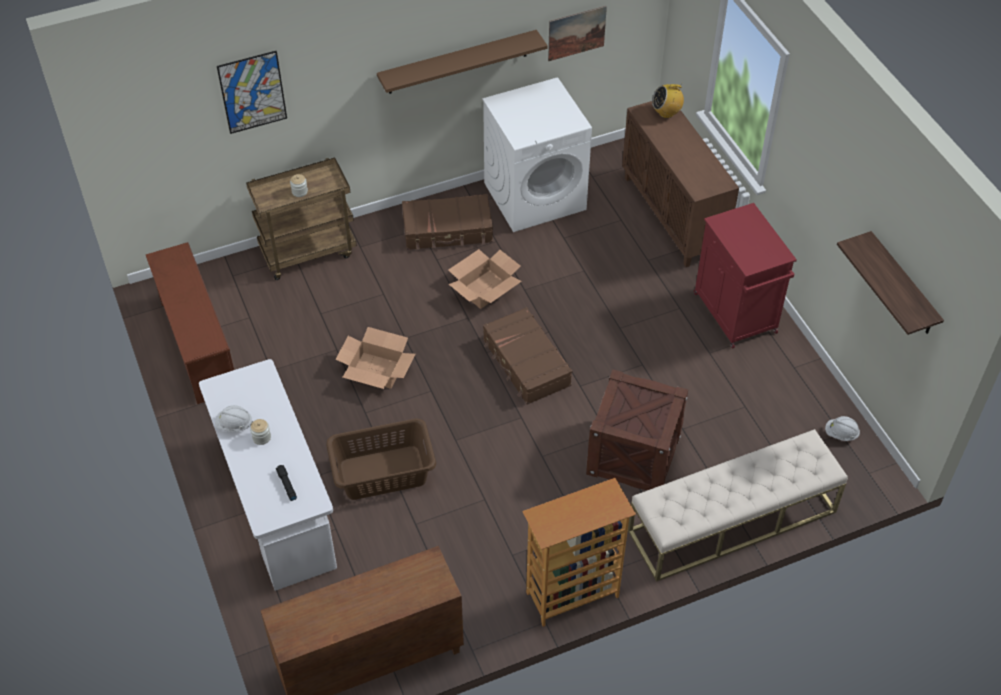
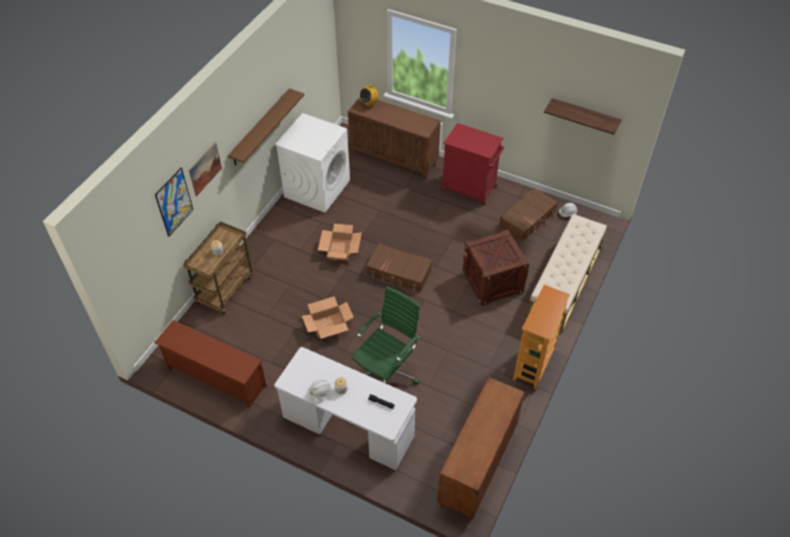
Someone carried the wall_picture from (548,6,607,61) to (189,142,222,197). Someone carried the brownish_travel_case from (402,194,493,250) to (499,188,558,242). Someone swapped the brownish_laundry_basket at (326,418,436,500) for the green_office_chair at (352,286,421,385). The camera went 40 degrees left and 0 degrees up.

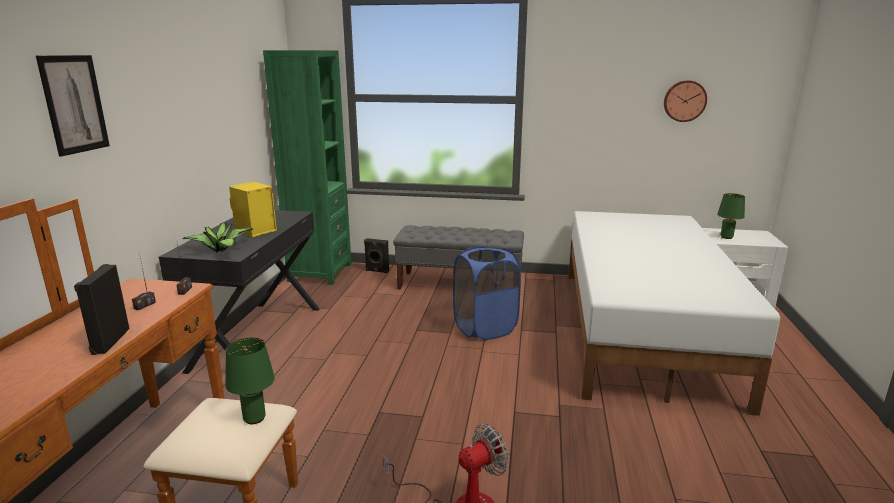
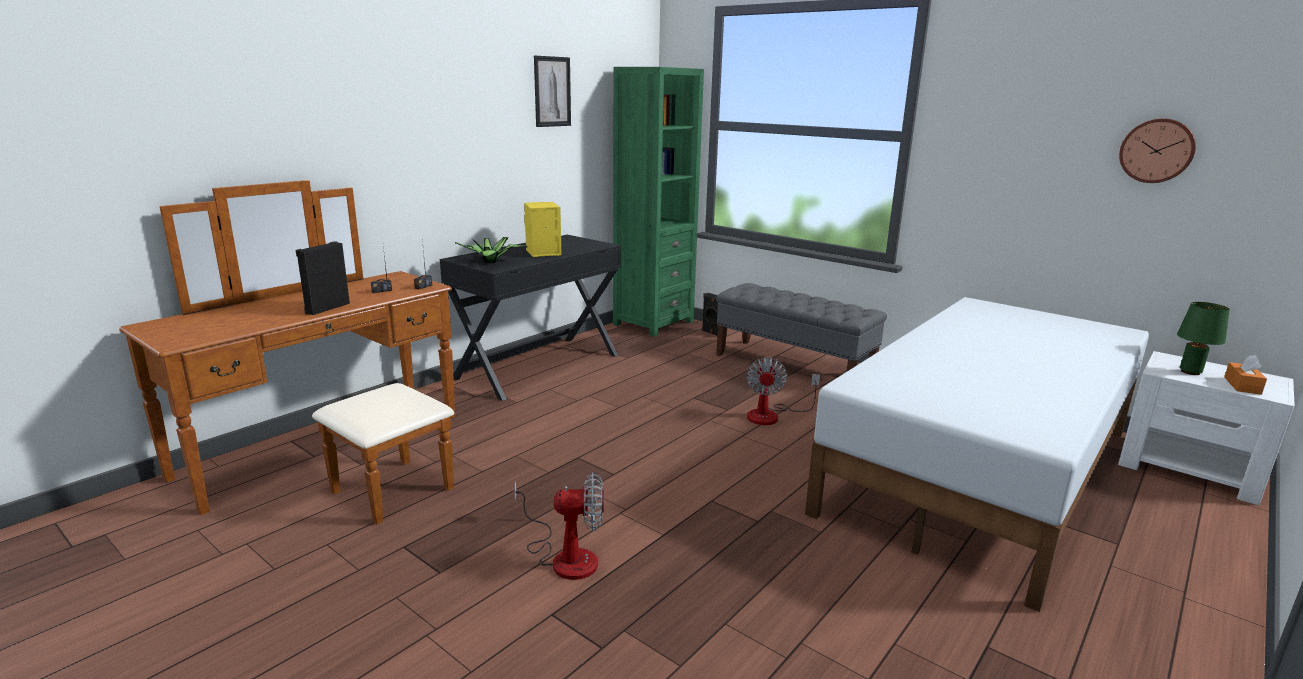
Someone carried the wall_picture from (36,55,110,157) to (534,56,571,127). Someone swapped the blue-coloured_laundry_basket at (453,246,521,340) for the fan at (746,357,820,425). Someone took away the green_tabletop_lamp at (226,338,275,424). Someone put down the orange_tissue_box at (1224,355,1267,395). The camera went 30 degrees right and 0 degrees up.

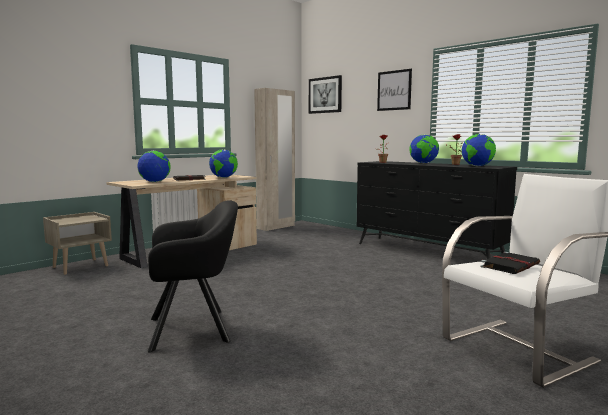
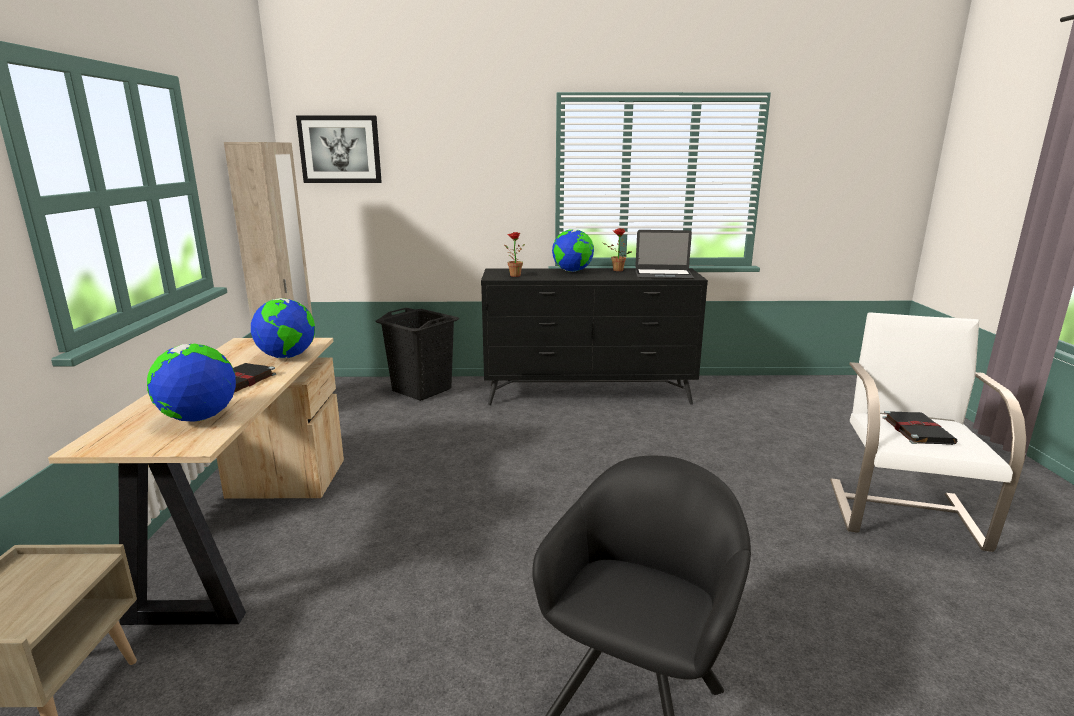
Someone took away the wall_picture at (377,69,412,111). Someone swapped the desk_globe at (462,134,496,167) for the portable_computer at (635,230,694,279). Someone put down the black_laundry_basket at (376,308,459,401). The camera went 45 degrees left and 10 degrees up.

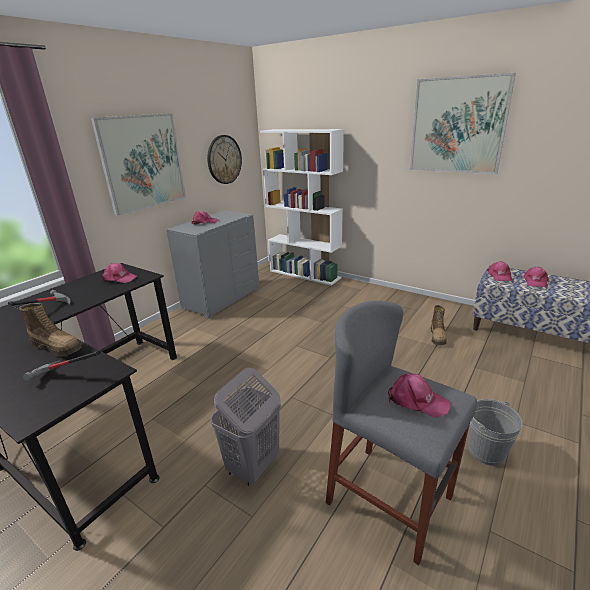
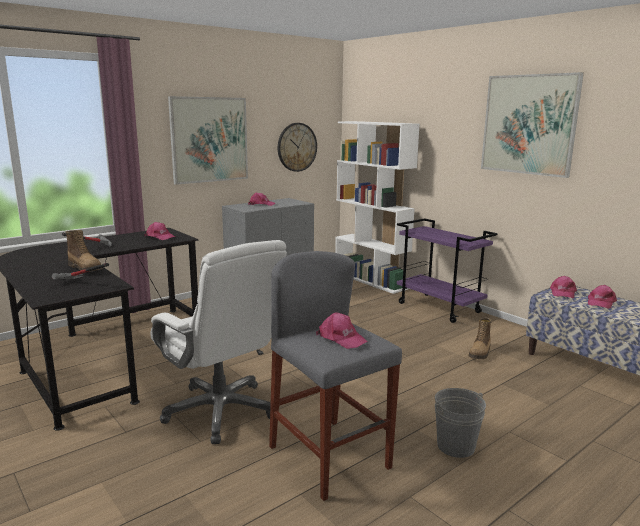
Someone swapped the greyish_laundry_basket at (210,368,281,486) for the white-coloured_office_chair at (151,240,287,444). Someone put down the purple-coloured_wheeled_cart at (397,218,497,323). The camera went 15 degrees right and 10 degrees down.

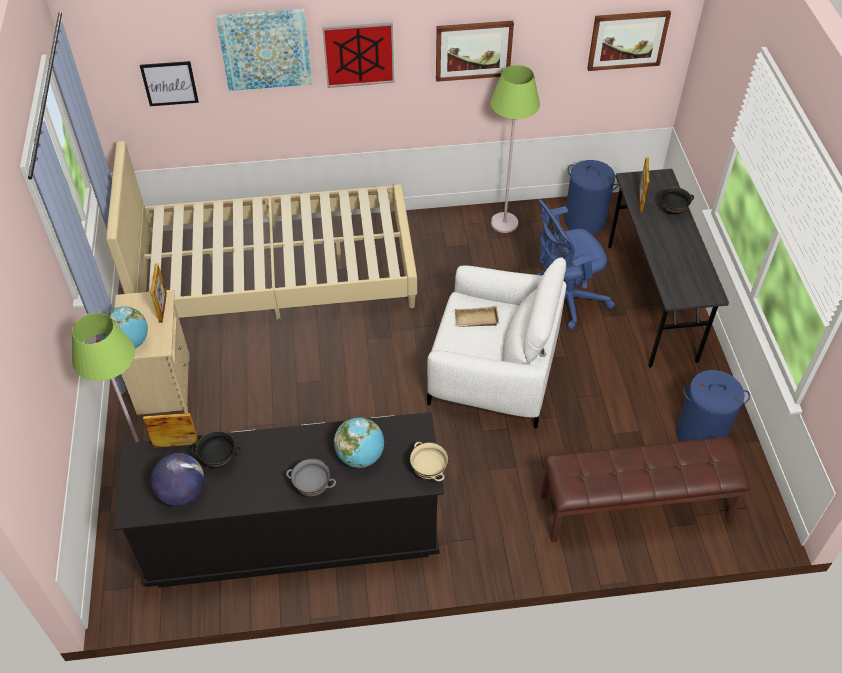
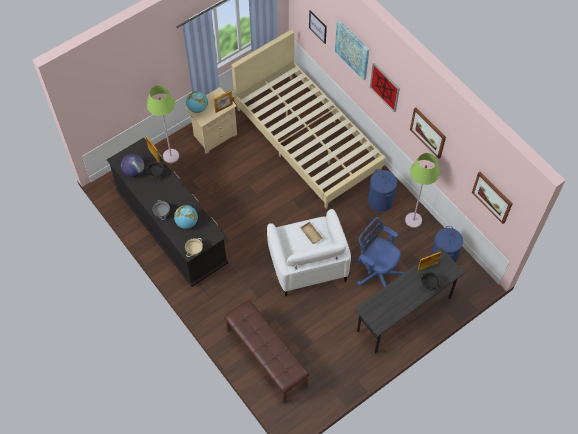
Someone carried the blue-coloured_laundry_basket from (676,370,750,441) to (368,169,397,212). The camera went 60 degrees right and 10 degrees up.

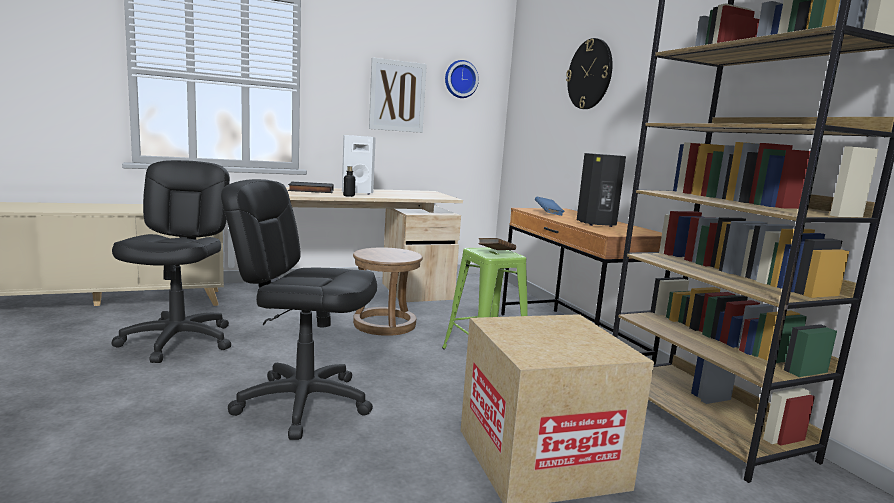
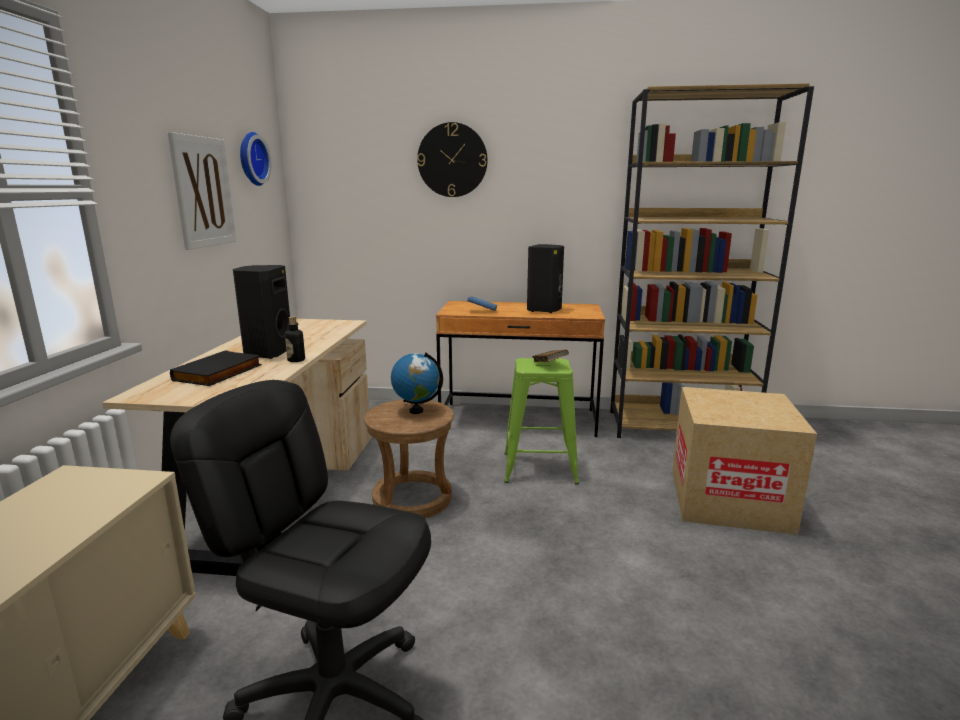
Someone repainted the white-coloured_speaker at (342,135,376,194), which became the black_speaker at (233,265,290,359). Someone took away the black_office_chair at (221,179,377,440). Someone put down the desk_globe at (391,352,443,414). The camera went 60 degrees left and 5 degrees up.

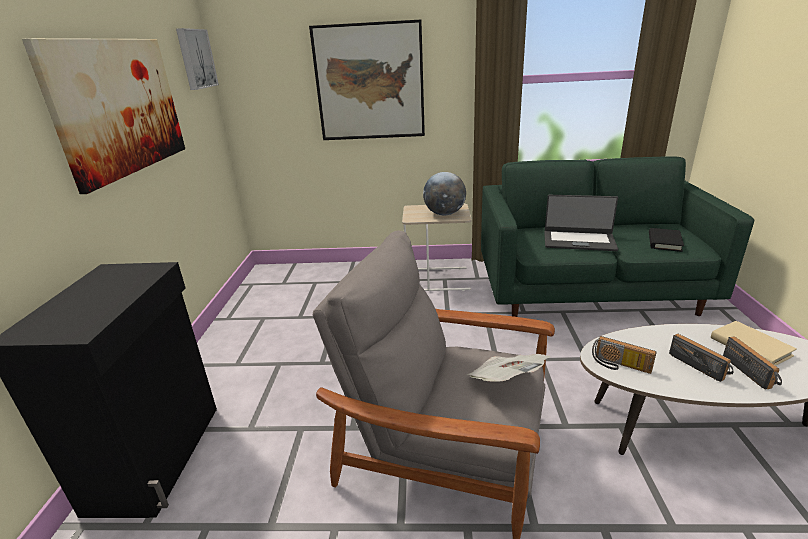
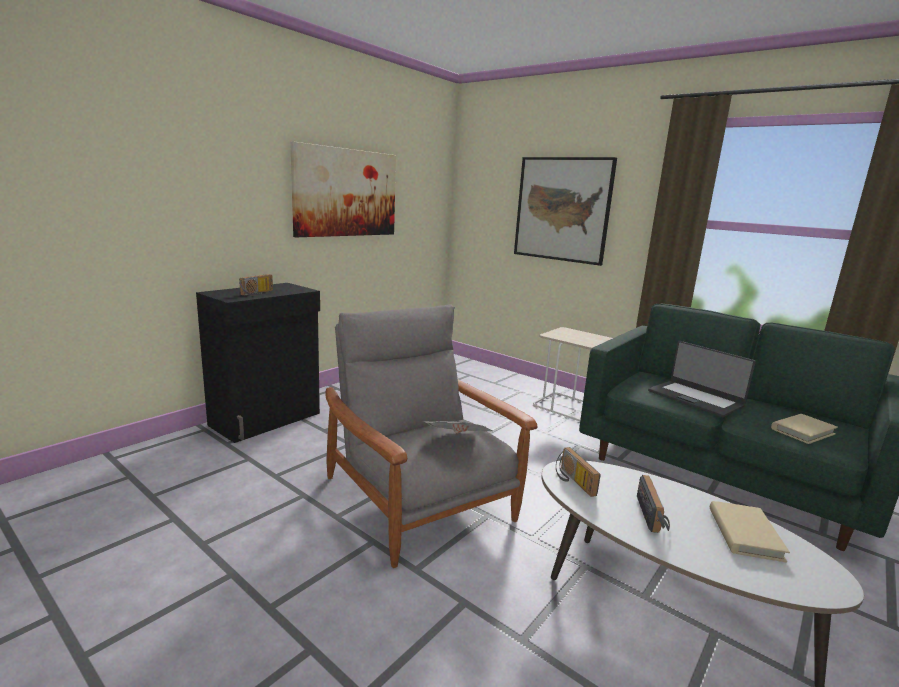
Someone took away the wall_picture at (176,28,219,90). Someone took away the desk_globe at (423,172,466,215). Someone repainted the black_book at (649,228,684,252), which became the beige-coloured_book at (771,414,838,444). Someone carried the radio_receiver from (723,336,782,390) to (239,274,273,296). The camera went 35 degrees right and 10 degrees down.

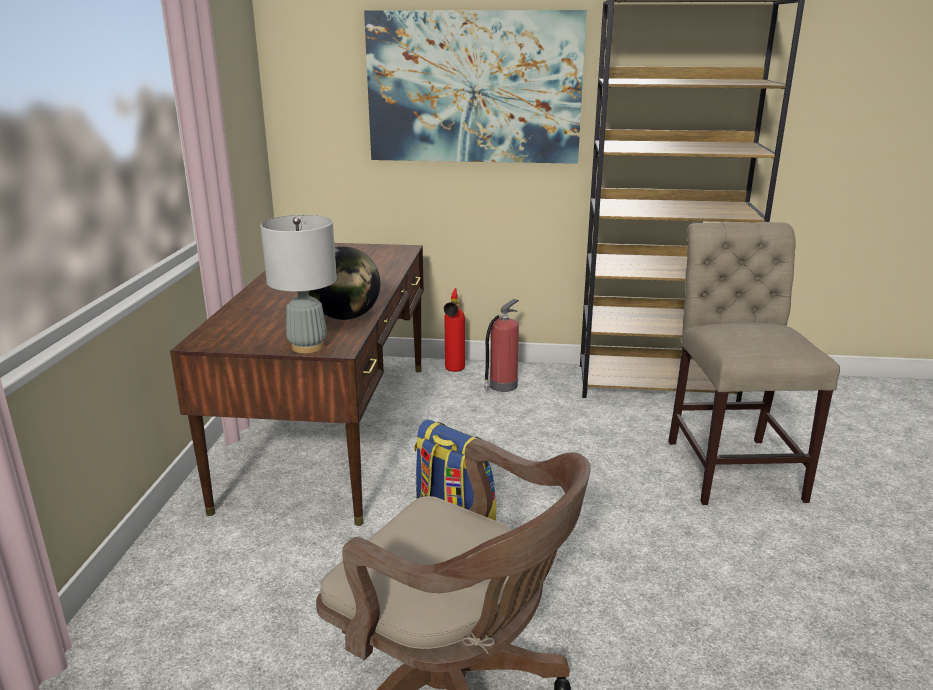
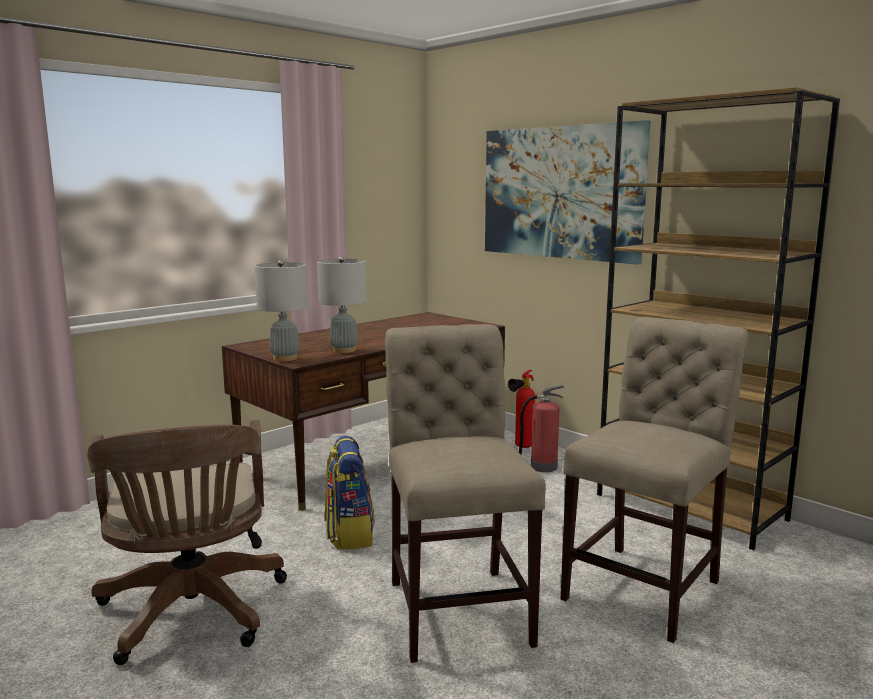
Someone swapped the desk_globe at (309,247,380,320) for the greyish_tabletop_lamp at (317,257,366,353). Someone put down the beige-coloured_plain_chair at (385,324,546,663). The camera went 40 degrees right and 10 degrees down.

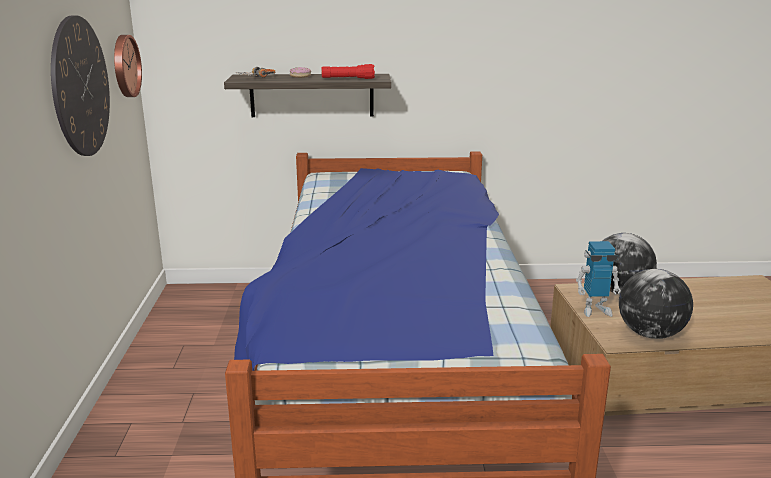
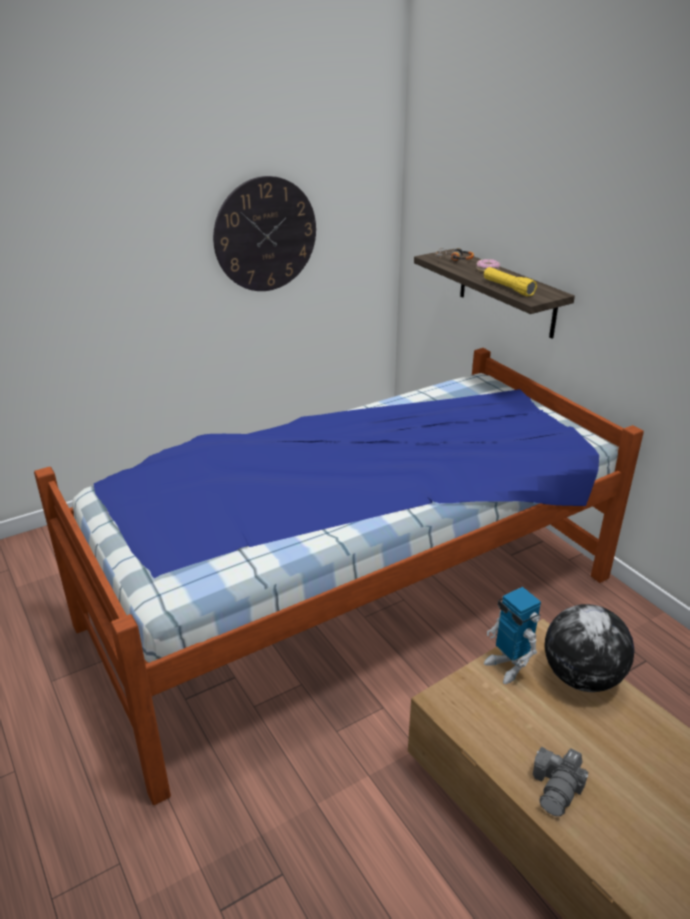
Someone took away the clock_on_the_wall at (114,35,142,97). Someone repainted the red_torch at (321,64,375,79), which became the yellow_torch at (484,267,537,296). Someone took away the desk_globe at (619,269,693,339). Someone put down the photo_camera at (533,747,588,816). The camera went 60 degrees right and 10 degrees up.

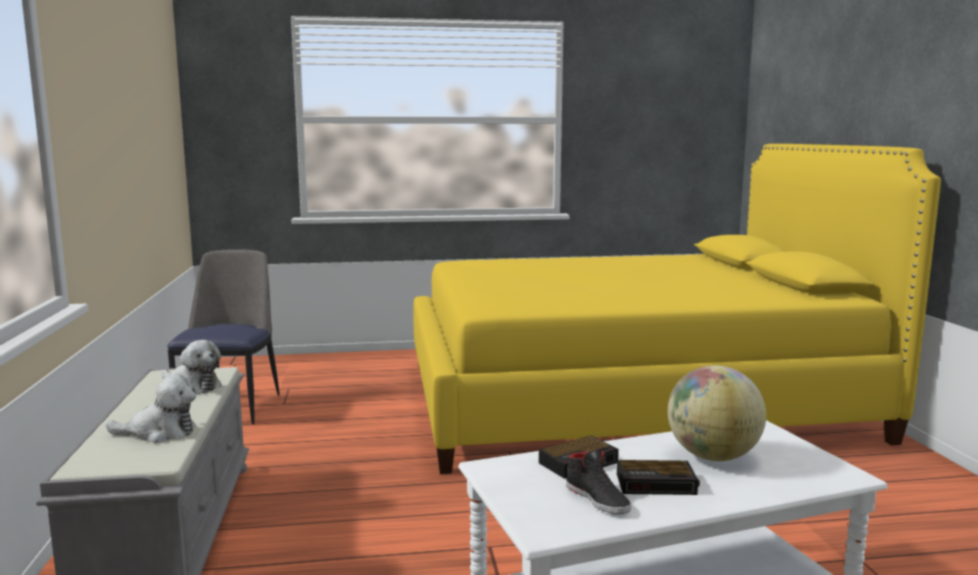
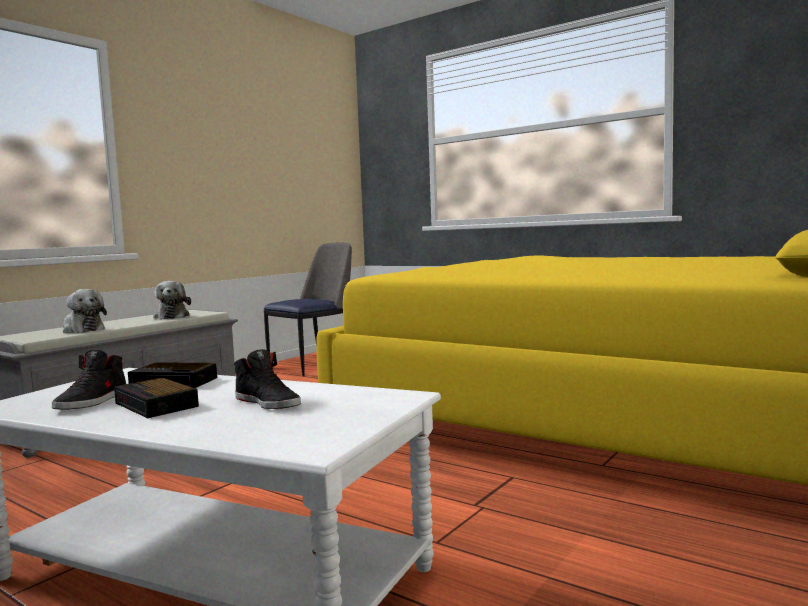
Someone swapped the desk_globe at (668,365,766,461) for the black_item_of_footwear at (234,349,301,409). The camera went 45 degrees right and 5 degrees down.

